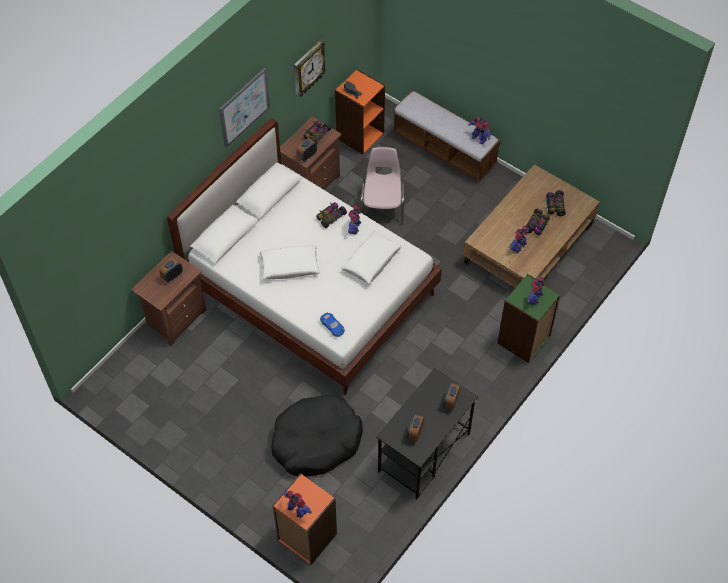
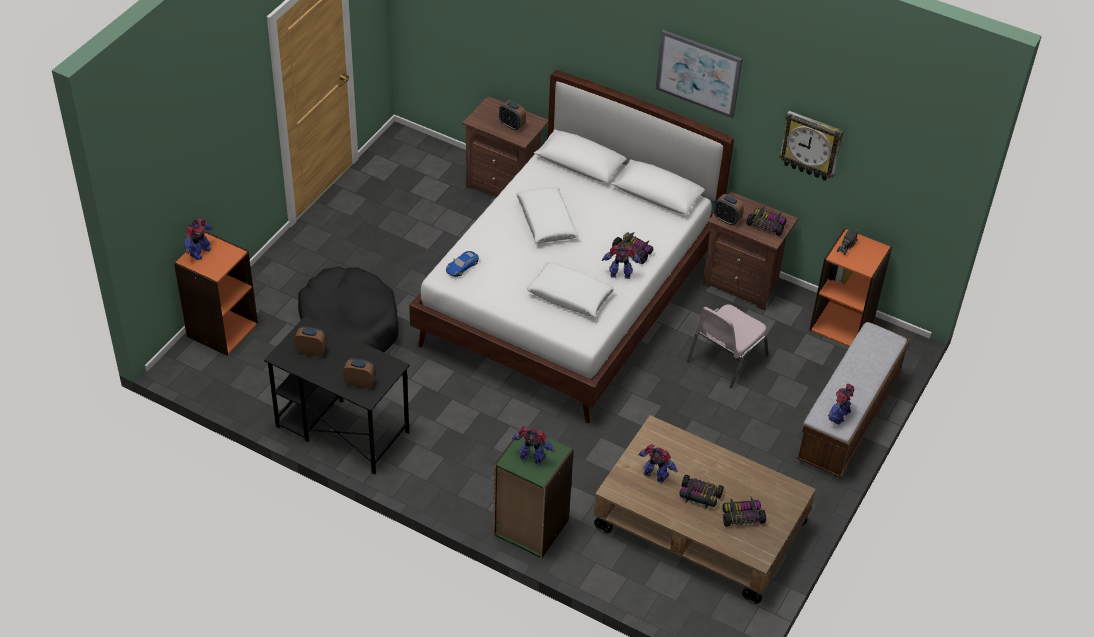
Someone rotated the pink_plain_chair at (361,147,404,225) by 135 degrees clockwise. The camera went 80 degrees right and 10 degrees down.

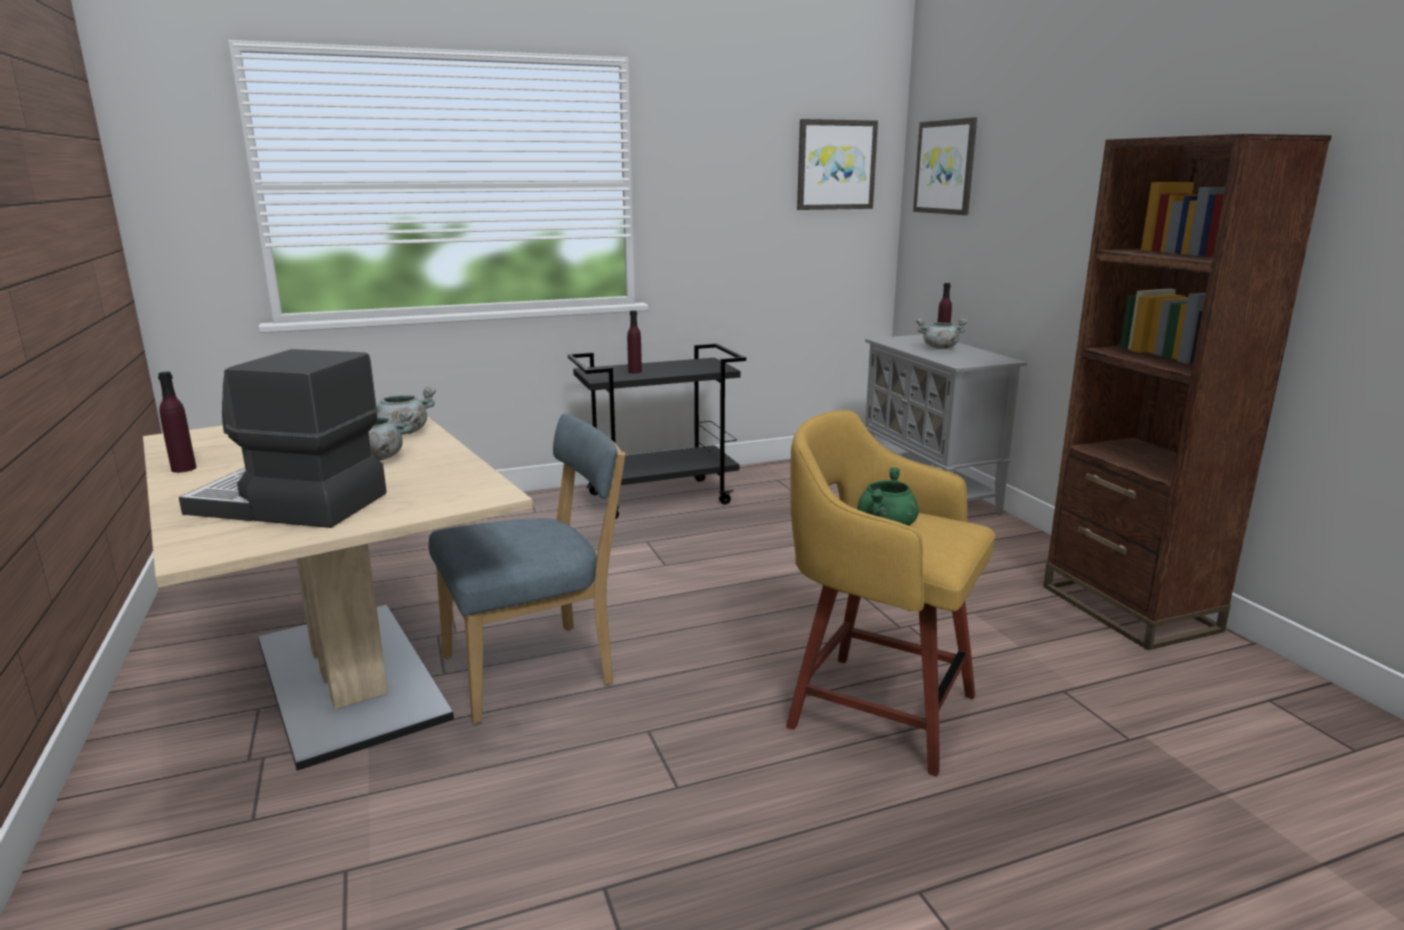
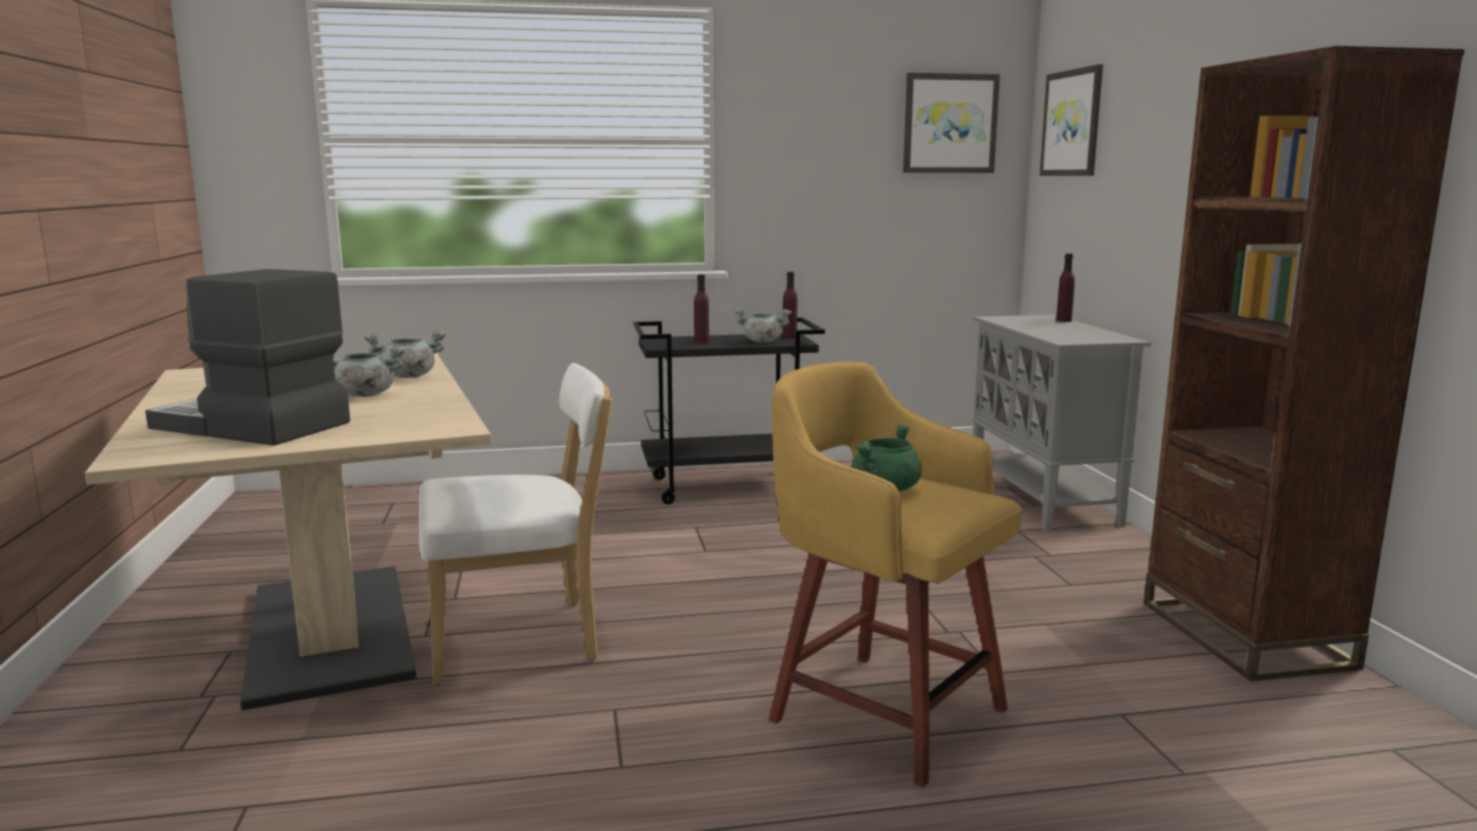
Someone carried the greyish_stockpot from (916,318,968,349) to (735,308,791,343). Someone carried the purple-coloured_bottle from (158,372,197,473) to (783,272,797,339). Someone repainted the blue-coloured_plain_chair at (429,413,625,724), which became the white-coloured_plain_chair at (418,363,613,685). The camera went 10 degrees right and 5 degrees down.

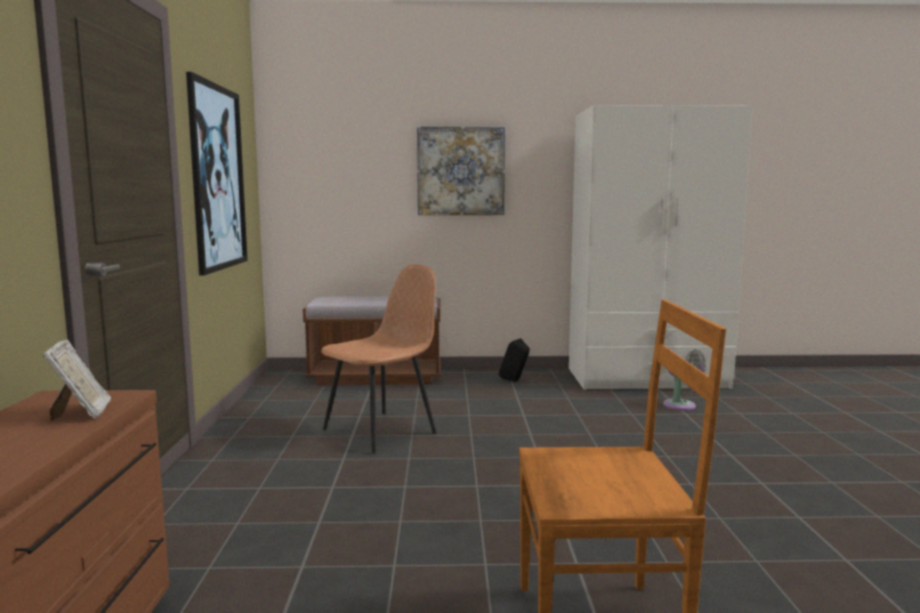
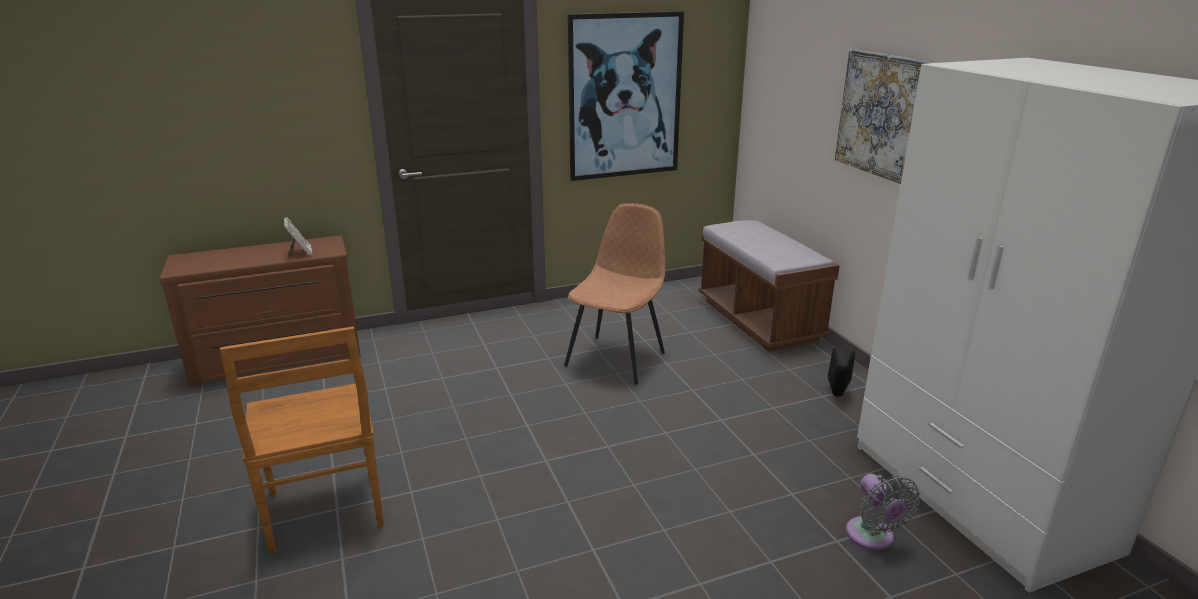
Someone rotated the brownish_plain_chair at (321,264,436,453) by 90 degrees counterclockwise. Someone rotated the standing_frame at (43,339,111,420) by 75 degrees counterclockwise. The camera went 70 degrees right and 15 degrees up.

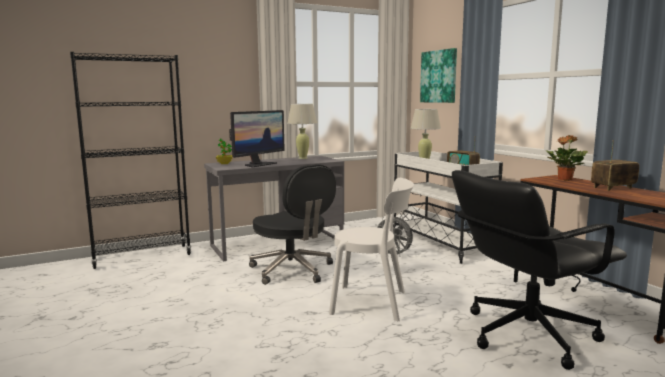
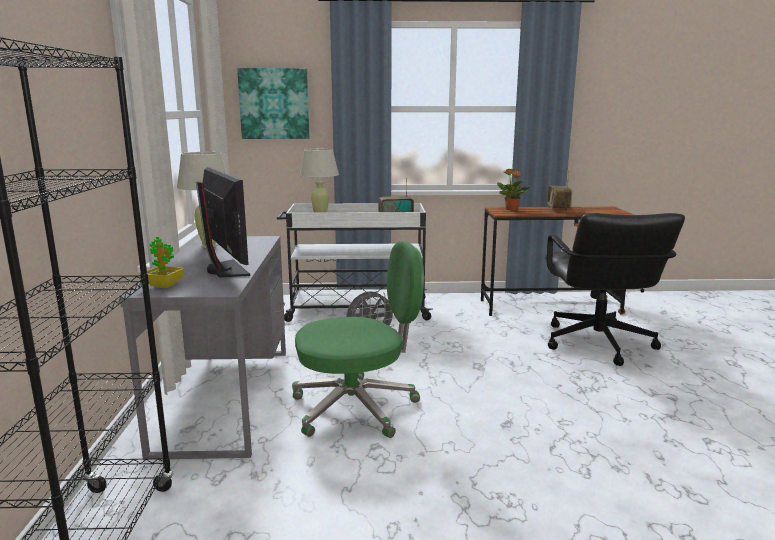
Someone repainted the black_office_chair at (249,164,336,285), which became the green_office_chair at (292,241,424,438). Someone took away the white-coloured_plain_chair at (329,178,414,321). The camera went 65 degrees left and 5 degrees up.

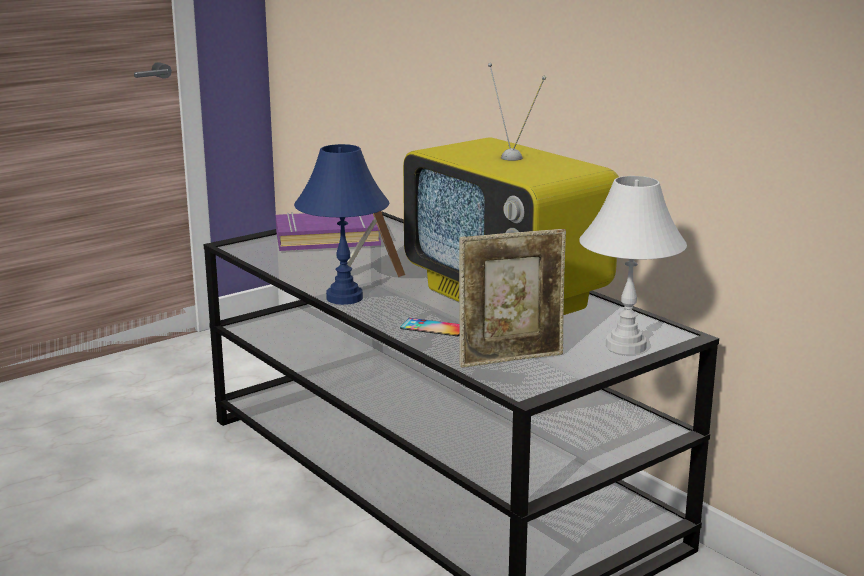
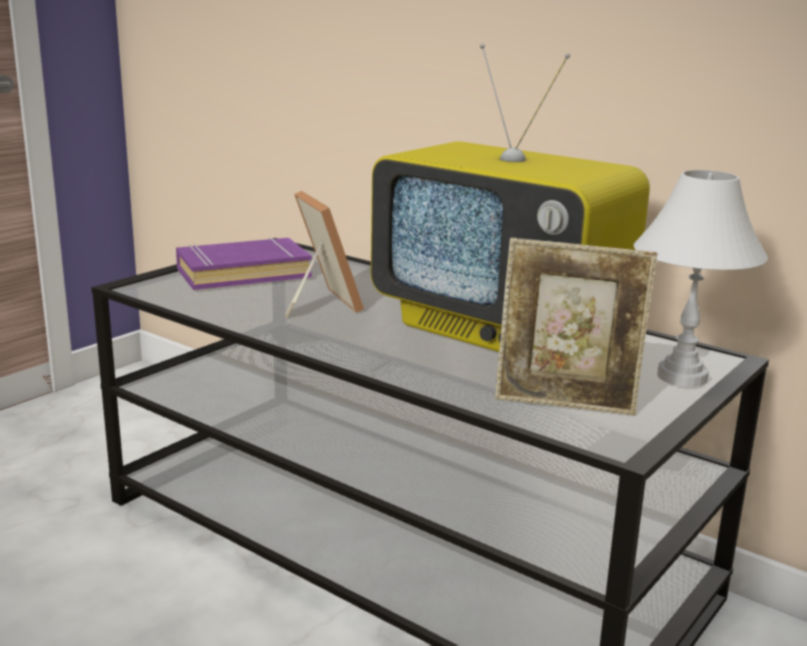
Someone took away the blue-coloured_tabletop_lamp at (294,144,389,305). Someone rotated the standing_frame at (459,229,566,368) by 45 degrees clockwise. Someone took away the telephone at (400,318,459,336). The camera went 15 degrees left and 0 degrees up.

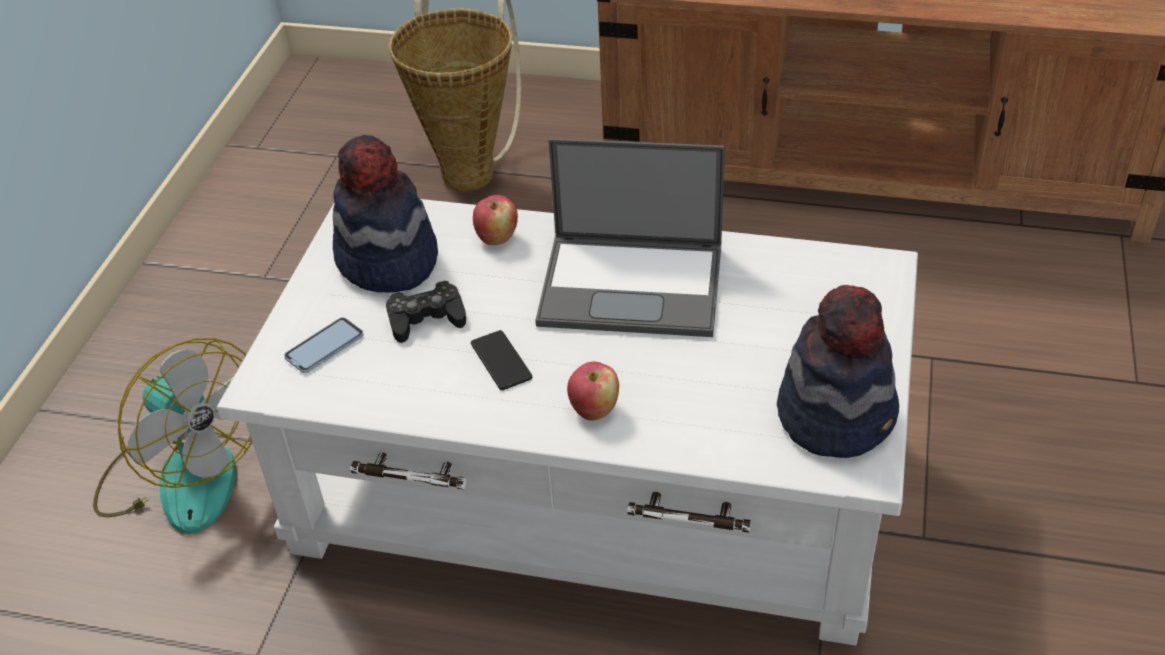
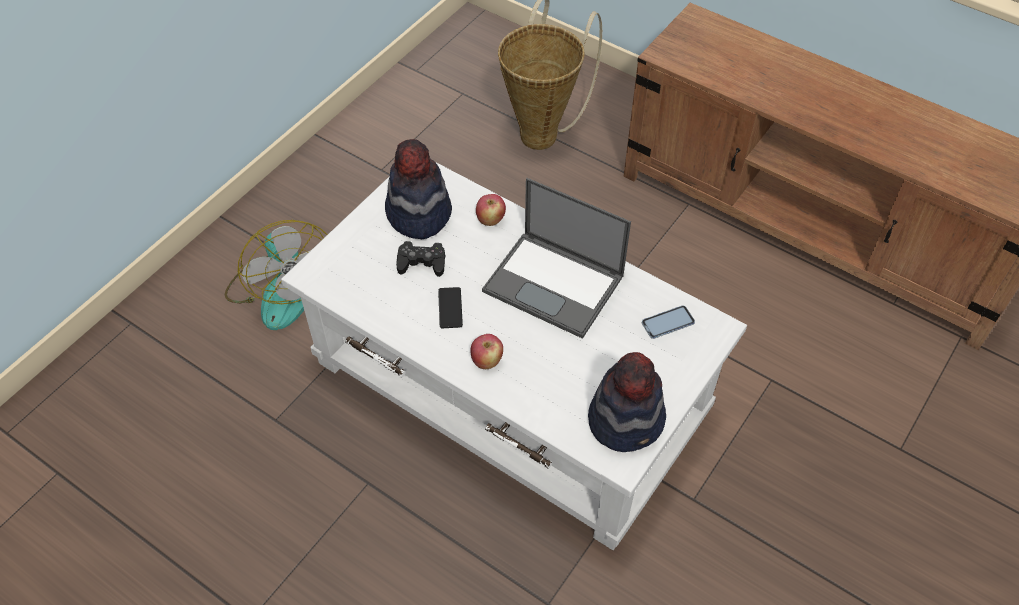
Someone carried the telephone from (284,317,364,373) to (642,305,695,339). The camera went 20 degrees right and 10 degrees up.

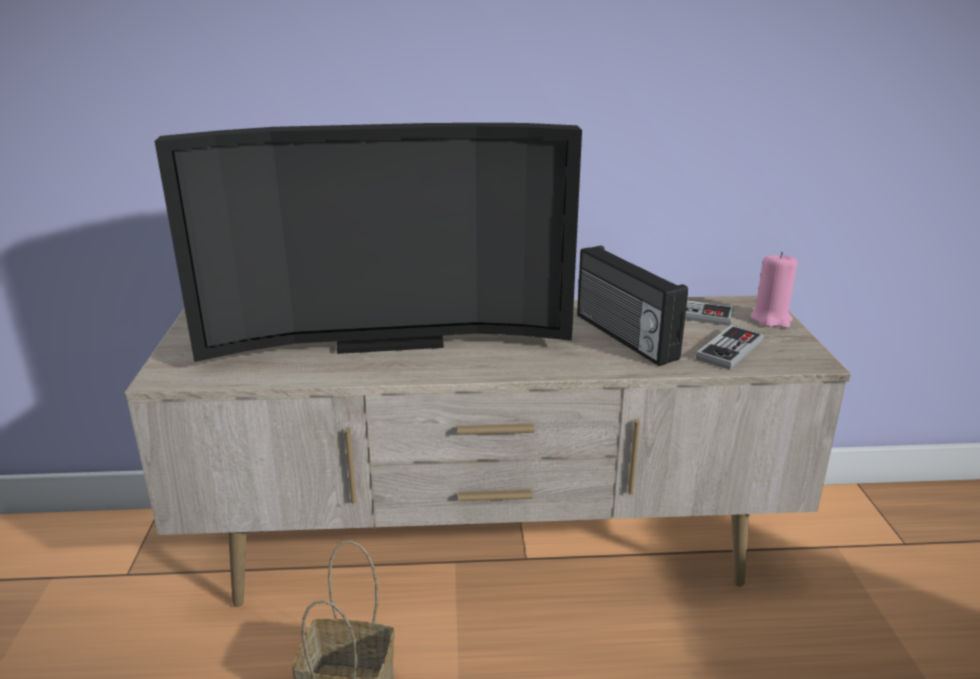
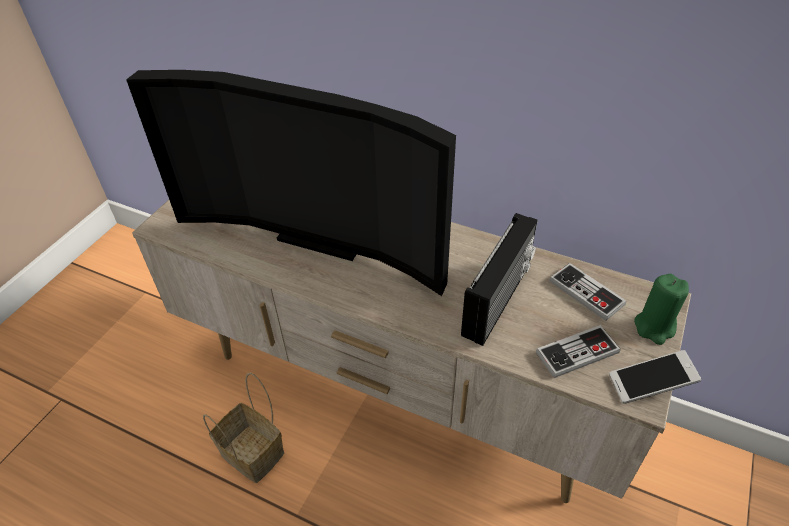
Someone rotated the radio_receiver at (577,245,688,366) by 150 degrees counterclockwise. Someone repainted the pink_candle at (750,252,797,328), which became the green_candle at (634,274,689,345). Someone put down the telephone at (609,350,701,404). The camera went 30 degrees right and 20 degrees up.

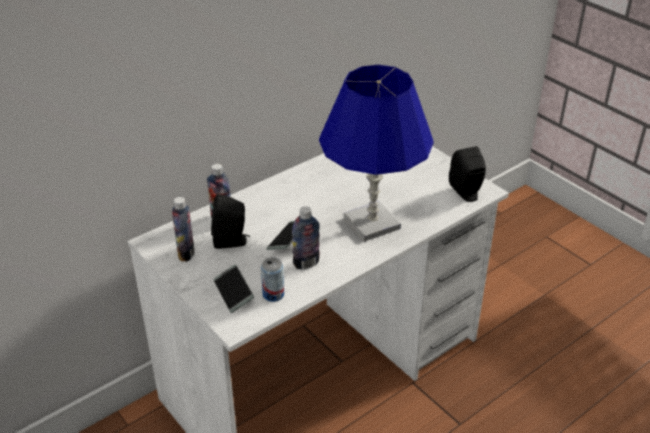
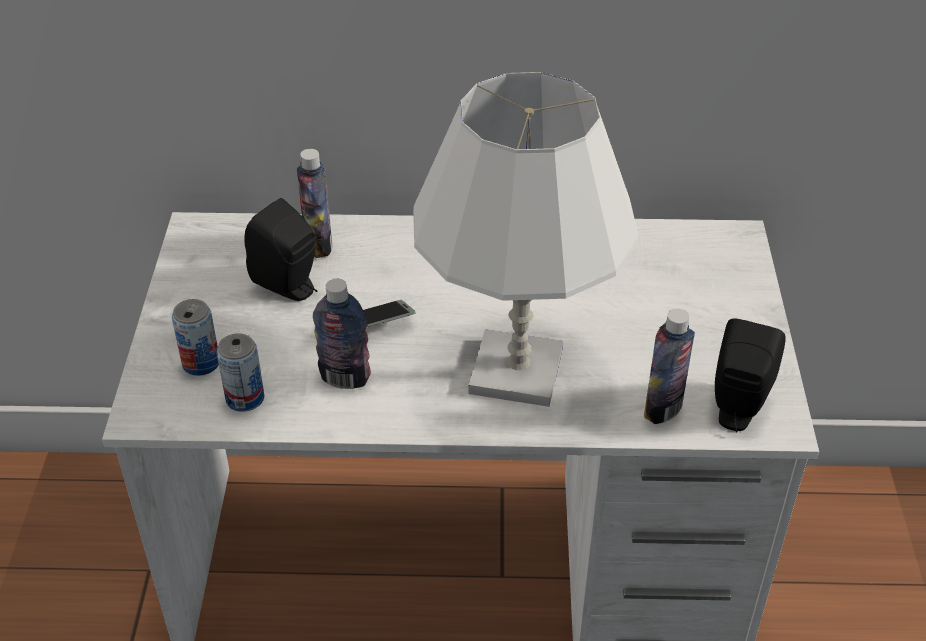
Someone repainted the blue-coloured_tabletop_lamp at (319,64,434,241), which became the white-coloured_tabletop_lamp at (413,72,639,407). Someone carried the bottle from (172,197,195,261) to (644,308,695,424). Someone swapped the telephone at (213,265,254,313) for the can at (172,299,219,376). The camera went 40 degrees right and 5 degrees up.

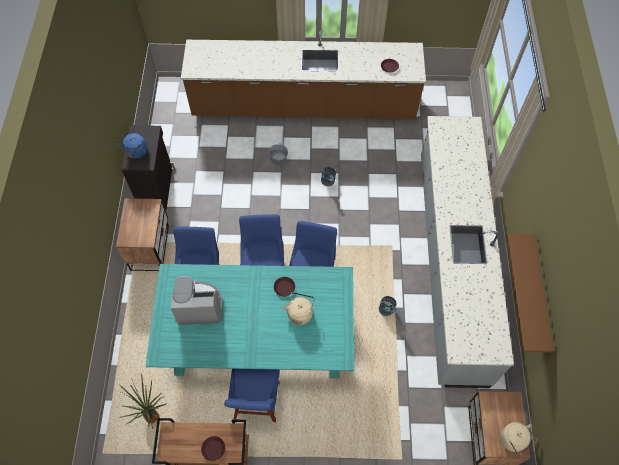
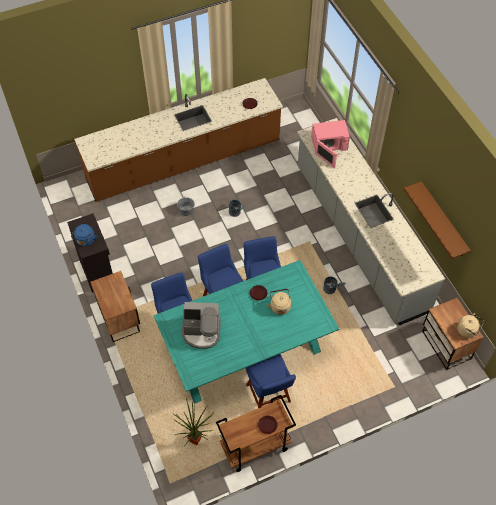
Someone rotated the coffee_maker at (171,276,223,325) by 150 degrees counterclockwise. Someone put down the pink_kitchen_microwave at (311,120,350,168). The camera went 25 degrees left and 5 degrees down.

